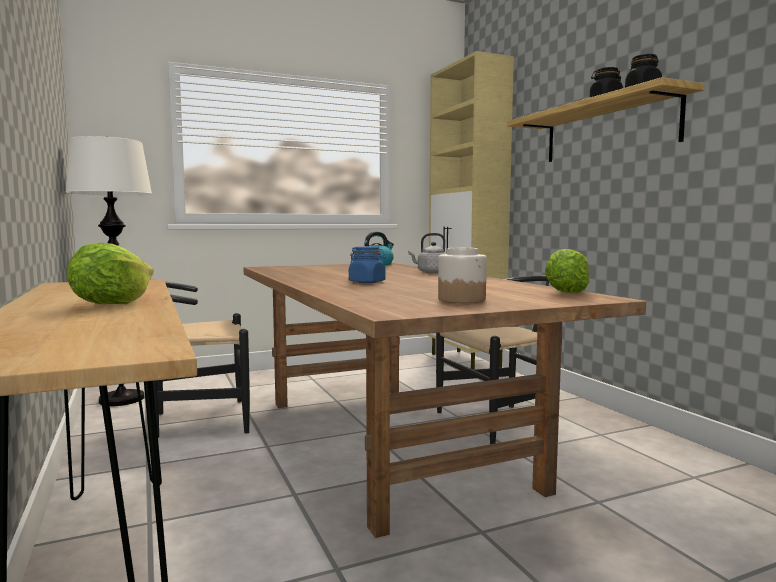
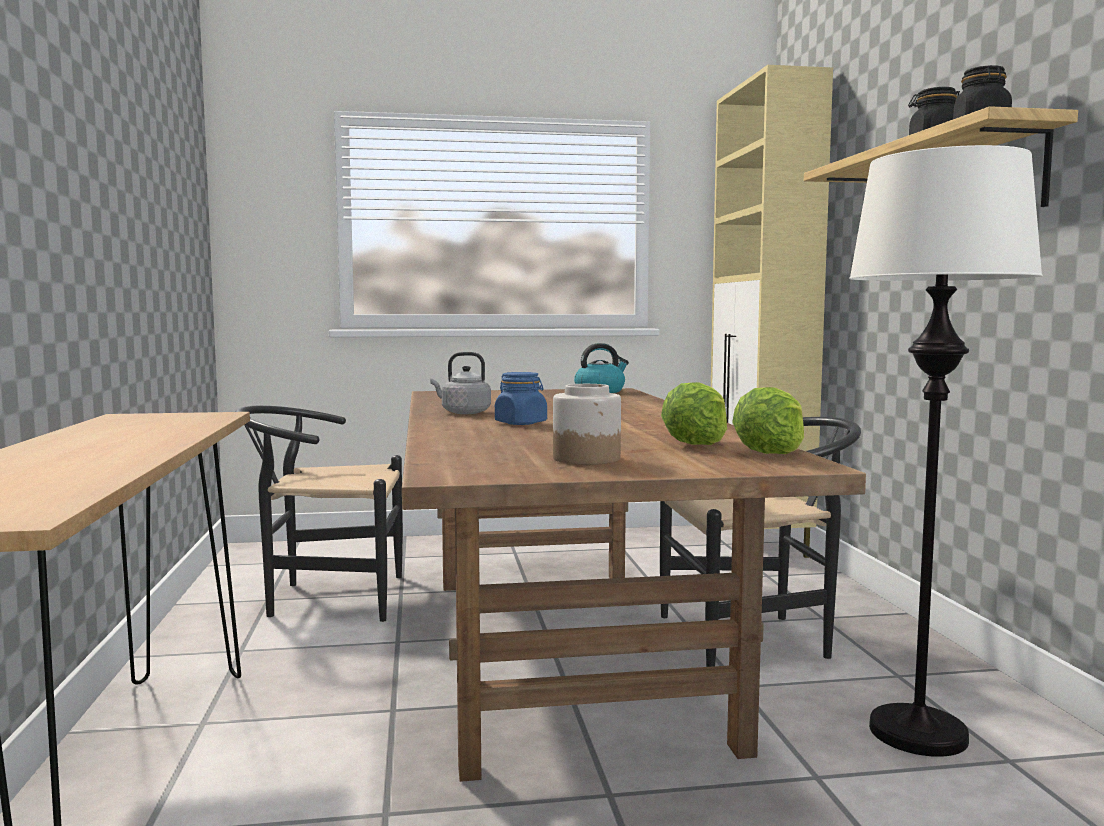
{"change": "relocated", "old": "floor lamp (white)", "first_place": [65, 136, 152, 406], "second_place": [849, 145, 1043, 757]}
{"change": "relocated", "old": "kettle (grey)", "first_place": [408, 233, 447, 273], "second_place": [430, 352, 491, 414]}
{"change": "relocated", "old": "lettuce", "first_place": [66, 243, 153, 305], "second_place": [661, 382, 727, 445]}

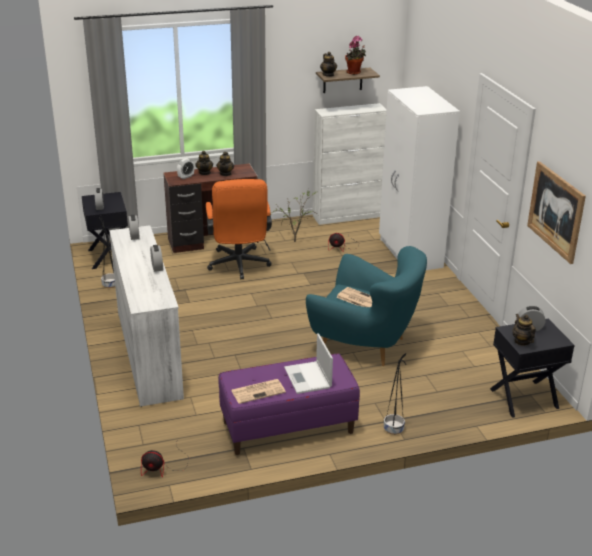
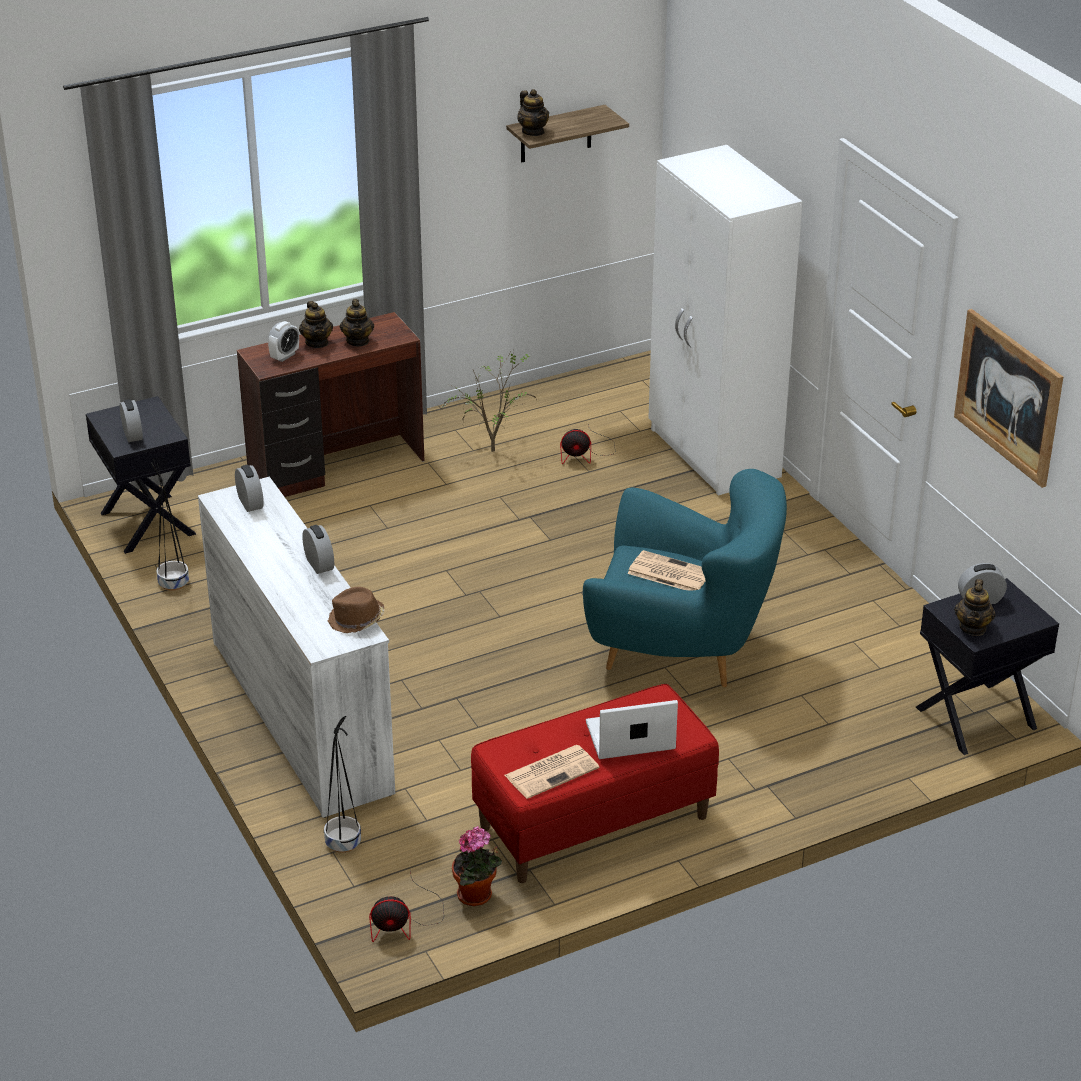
{"change": "relocated", "old": "potted plant", "first_place": [345, 36, 366, 75], "second_place": [452, 826, 502, 906]}
{"change": "missing", "old": "cabinet (white)", "first_place": [313, 103, 387, 225]}
{"change": "missing", "old": "office chair (orange)", "first_place": [206, 179, 272, 280]}
{"change": "spun", "old": "teapot", "first_place": [513, 314, 536, 346], "second_place": [954, 579, 996, 636], "degrees": -135}
{"change": "spun", "old": "laptop", "first_place": [284, 333, 333, 394], "second_place": [586, 700, 678, 759], "degrees": 105}
{"change": "relocated", "old": "planter (black)", "first_place": [384, 353, 407, 435], "second_place": [324, 716, 361, 853]}
{"change": "colour", "old": "bench (purple)", "new": "bench (red)", "first_place": [218, 354, 360, 455], "second_place": [471, 684, 719, 883]}
{"change": "appeared", "new": "hat (brown)", "second_place": [328, 587, 385, 633]}

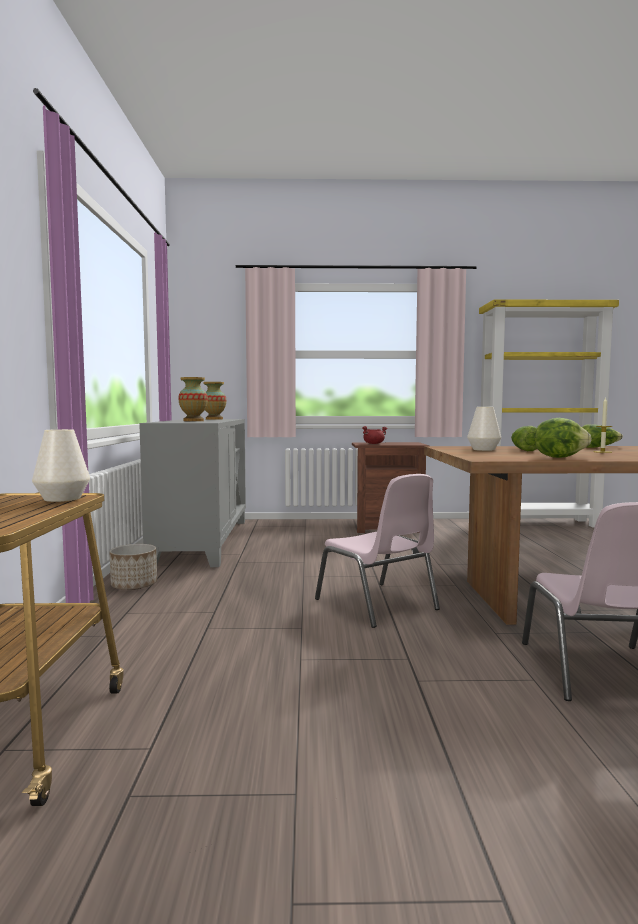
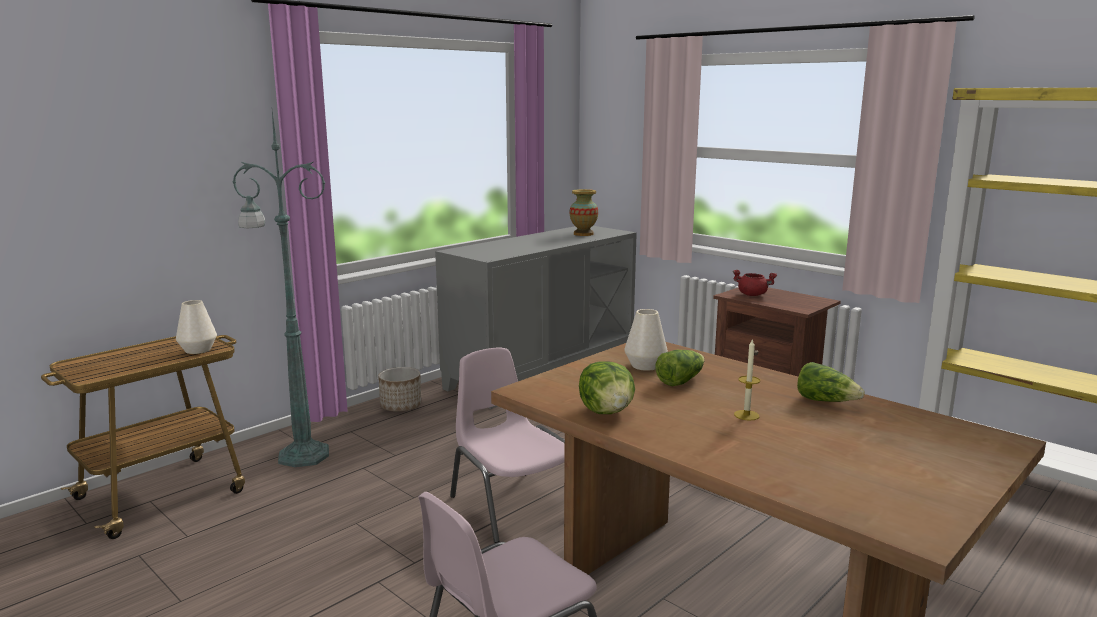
{"change": "missing", "old": "vase", "first_place": [178, 377, 208, 421]}
{"change": "spun", "old": "chair (pink)", "first_place": [315, 474, 440, 628], "second_place": [450, 347, 565, 543], "degrees": 135}
{"change": "appeared", "new": "floor lamp (green)", "second_place": [232, 111, 329, 467]}

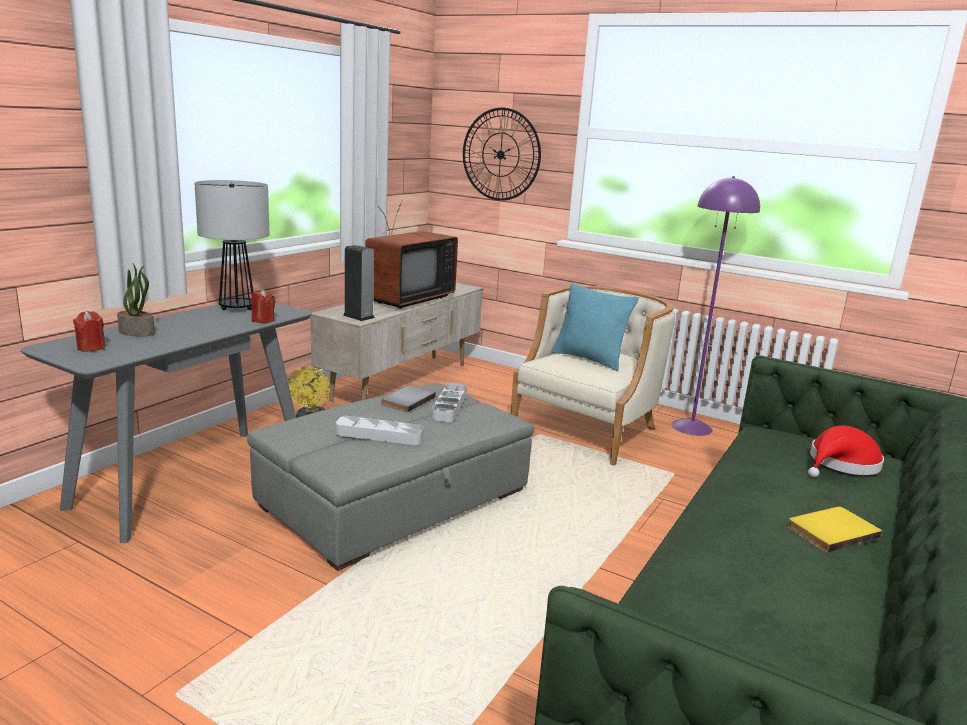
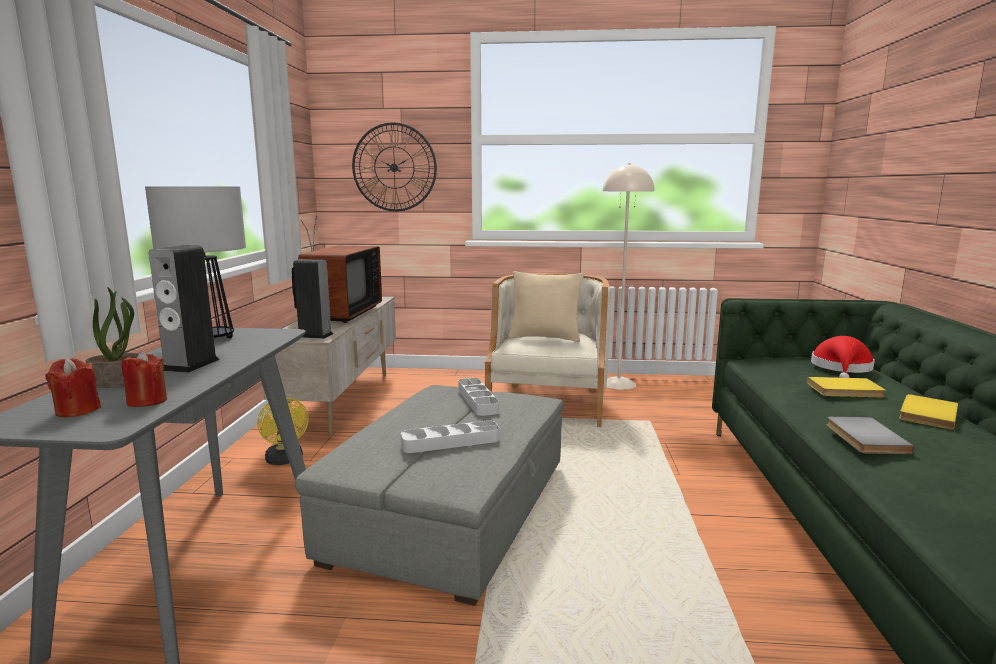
{"change": "colour", "old": "floor lamp (purple)", "new": "floor lamp (beige)", "first_place": [671, 176, 760, 436], "second_place": [602, 163, 654, 390]}
{"change": "colour", "old": "pillow (turquoise)", "new": "pillow (beige)", "first_place": [552, 283, 639, 371], "second_place": [508, 271, 584, 342]}
{"change": "relocated", "old": "candle (red)", "first_place": [251, 289, 275, 323], "second_place": [121, 351, 167, 407]}
{"change": "relocated", "old": "book (grey)", "first_place": [381, 385, 436, 412], "second_place": [826, 417, 914, 454]}
{"change": "appeared", "new": "speaker", "second_place": [149, 245, 220, 373]}
{"change": "appeared", "new": "book (yellow)", "second_place": [807, 377, 886, 397]}

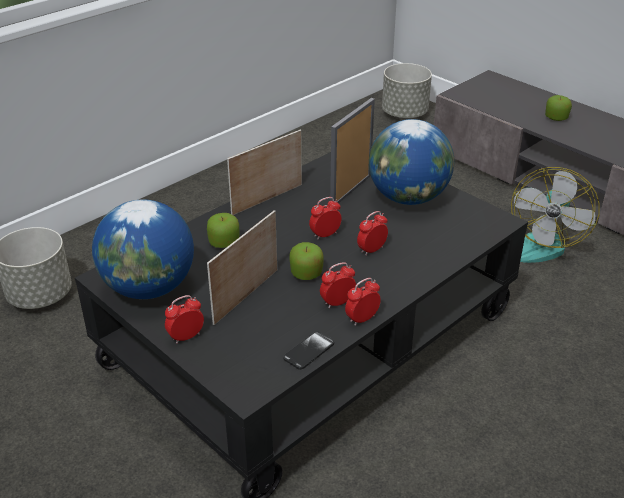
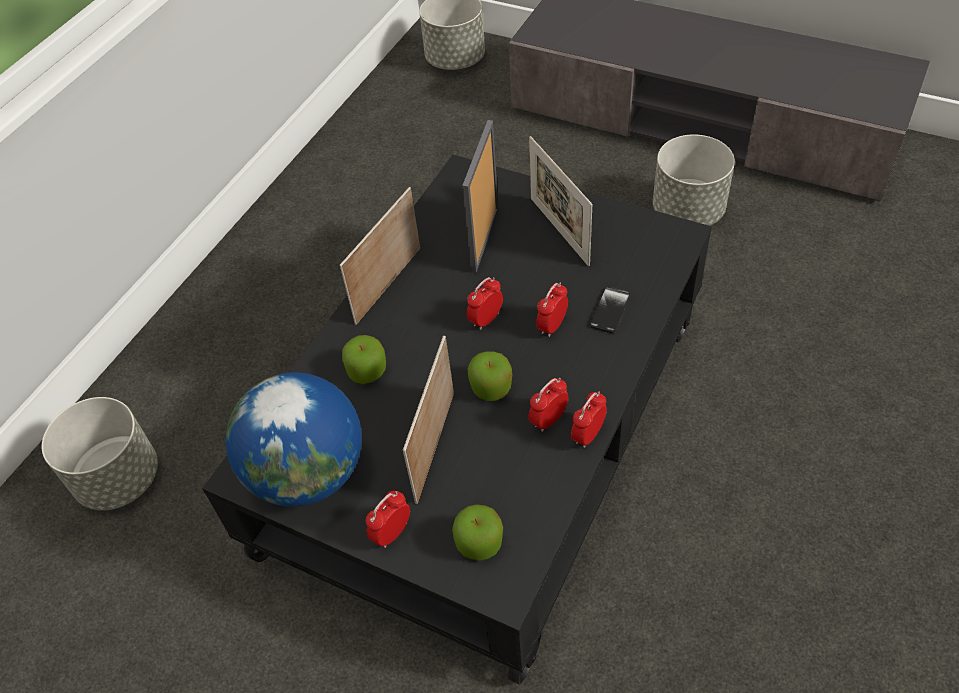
{"change": "relocated", "old": "apple", "first_place": [545, 95, 572, 121], "second_place": [452, 504, 503, 561]}
{"change": "exchanged", "old": "globe", "new": "picture frame", "first_place": [369, 119, 454, 205], "second_place": [529, 136, 592, 266]}
{"change": "exchanged", "old": "fan", "new": "planter (grey)", "first_place": [511, 167, 600, 263], "second_place": [653, 134, 735, 226]}
{"change": "relocated", "old": "phone", "first_place": [283, 331, 334, 370], "second_place": [589, 286, 631, 333]}

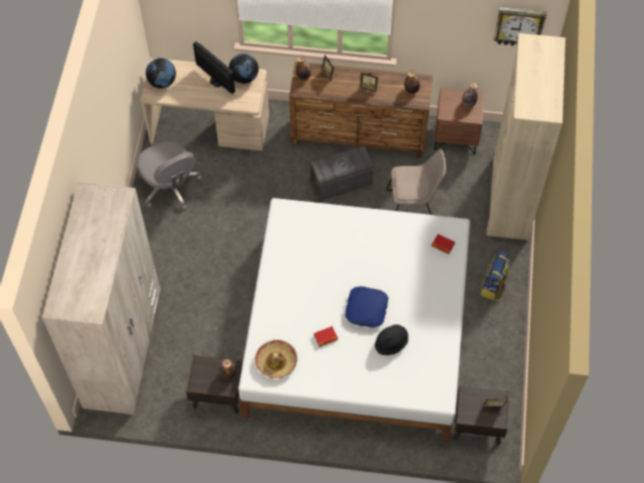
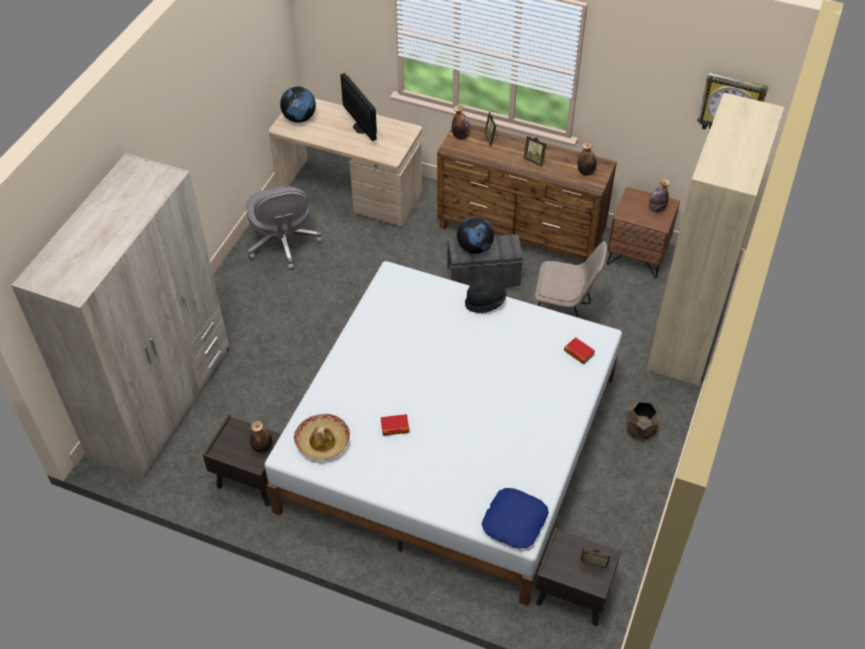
{"change": "relocated", "old": "globe", "first_place": [229, 53, 259, 84], "second_place": [457, 217, 494, 254]}
{"change": "exchanged", "old": "backpack", "new": "planter (brown)", "first_place": [480, 251, 510, 301], "second_place": [626, 402, 660, 439]}
{"change": "relocated", "old": "pillow (blue)", "first_place": [345, 286, 388, 328], "second_place": [482, 488, 549, 548]}
{"change": "relocated", "old": "hat (black)", "first_place": [375, 325, 408, 355], "second_place": [465, 279, 506, 313]}

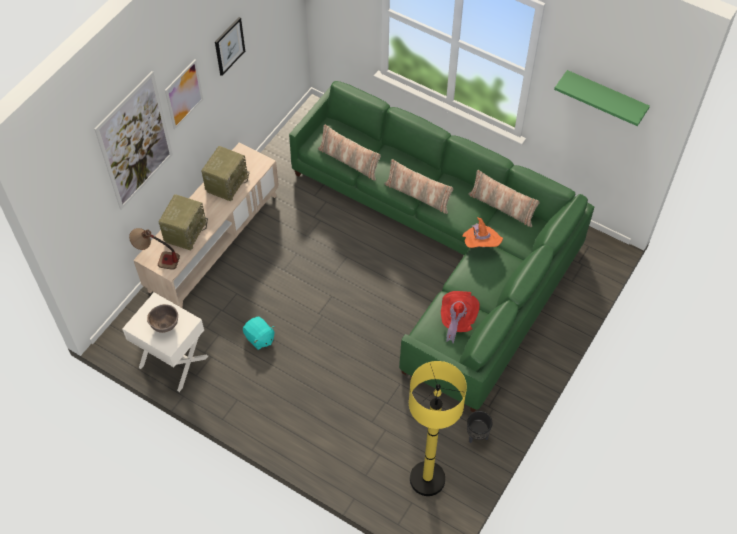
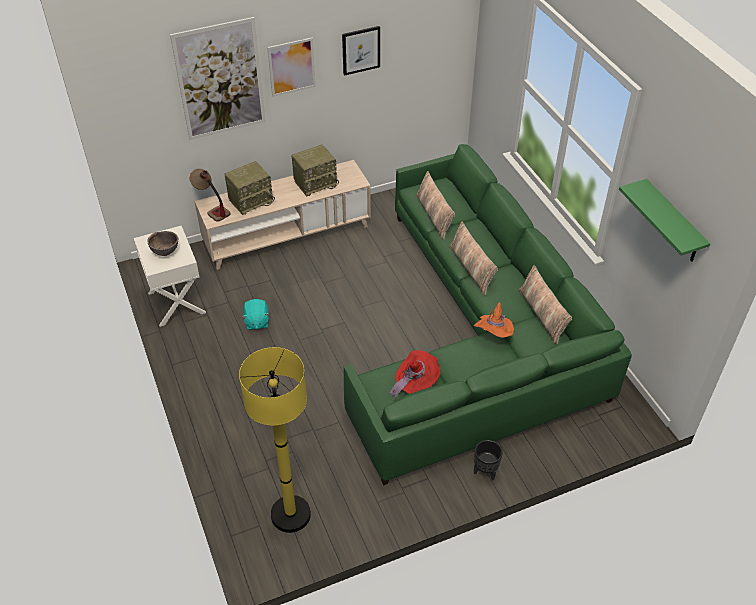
{"change": "relocated", "old": "planter (black)", "first_place": [467, 411, 493, 444], "second_place": [474, 440, 503, 481]}

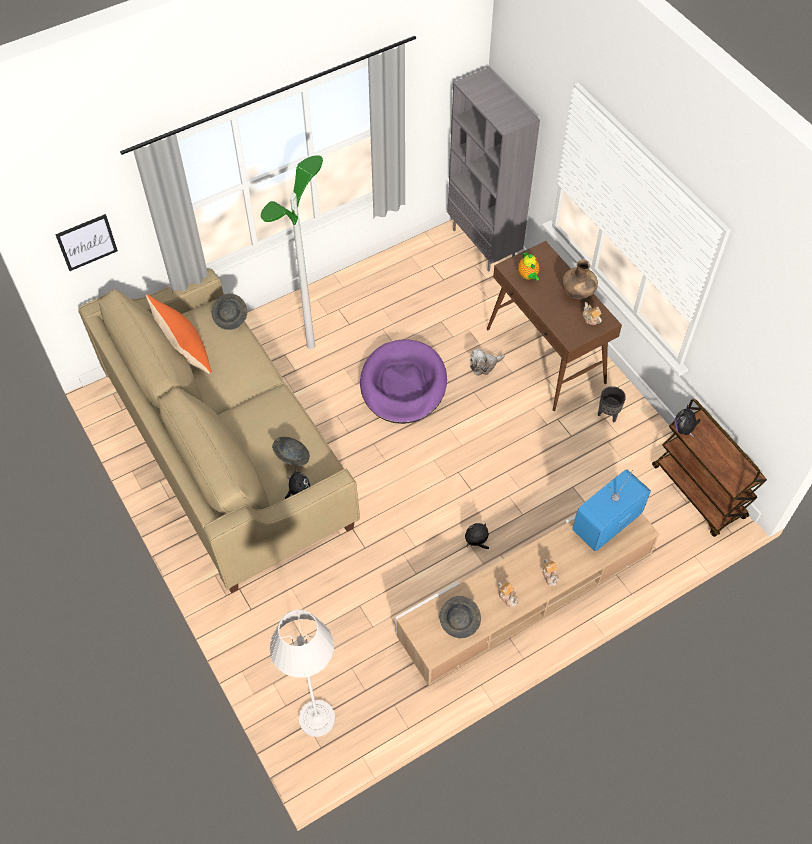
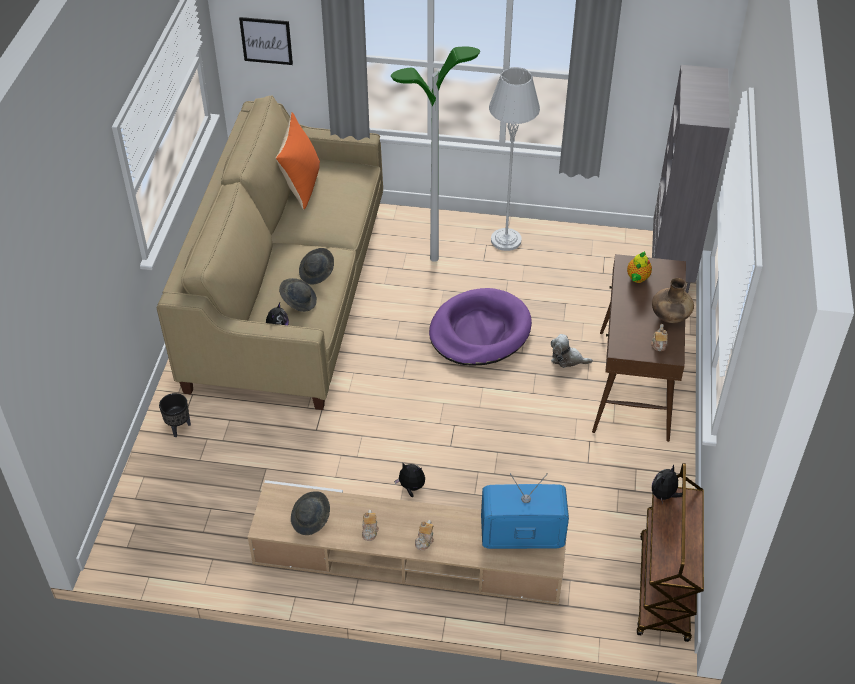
{"change": "relocated", "old": "hat (grey)", "first_place": [211, 293, 247, 330], "second_place": [299, 248, 334, 285]}
{"change": "relocated", "old": "planter (black)", "first_place": [598, 386, 626, 423], "second_place": [159, 393, 191, 437]}
{"change": "relocated", "old": "floor lamp (grey)", "first_place": [270, 610, 335, 737], "second_place": [489, 67, 540, 251]}

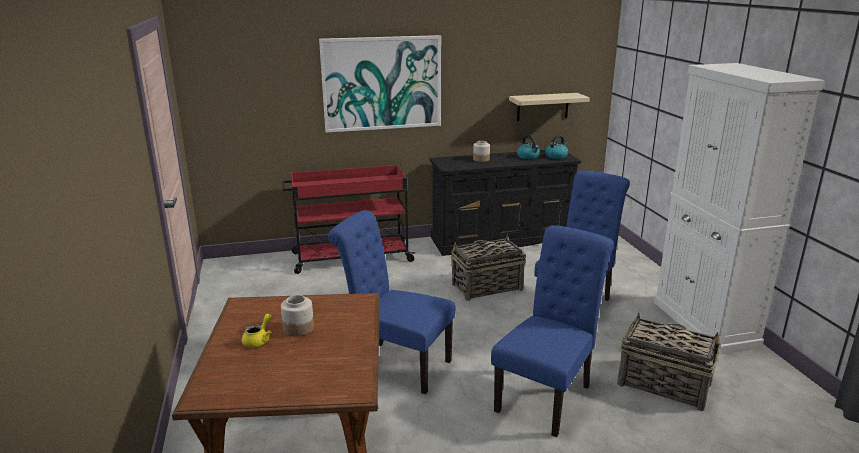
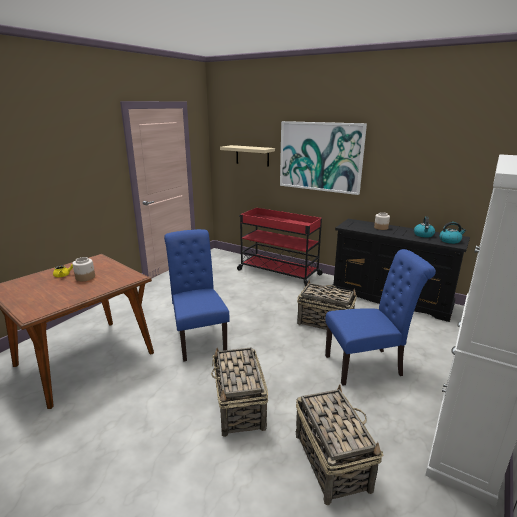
{"change": "relocated", "old": "shelf (beige)", "first_place": [509, 93, 590, 121], "second_place": [220, 145, 275, 167]}
{"change": "exchanged", "old": "chair (blue)", "new": "basket", "first_place": [491, 225, 614, 437], "second_place": [211, 347, 268, 437]}

